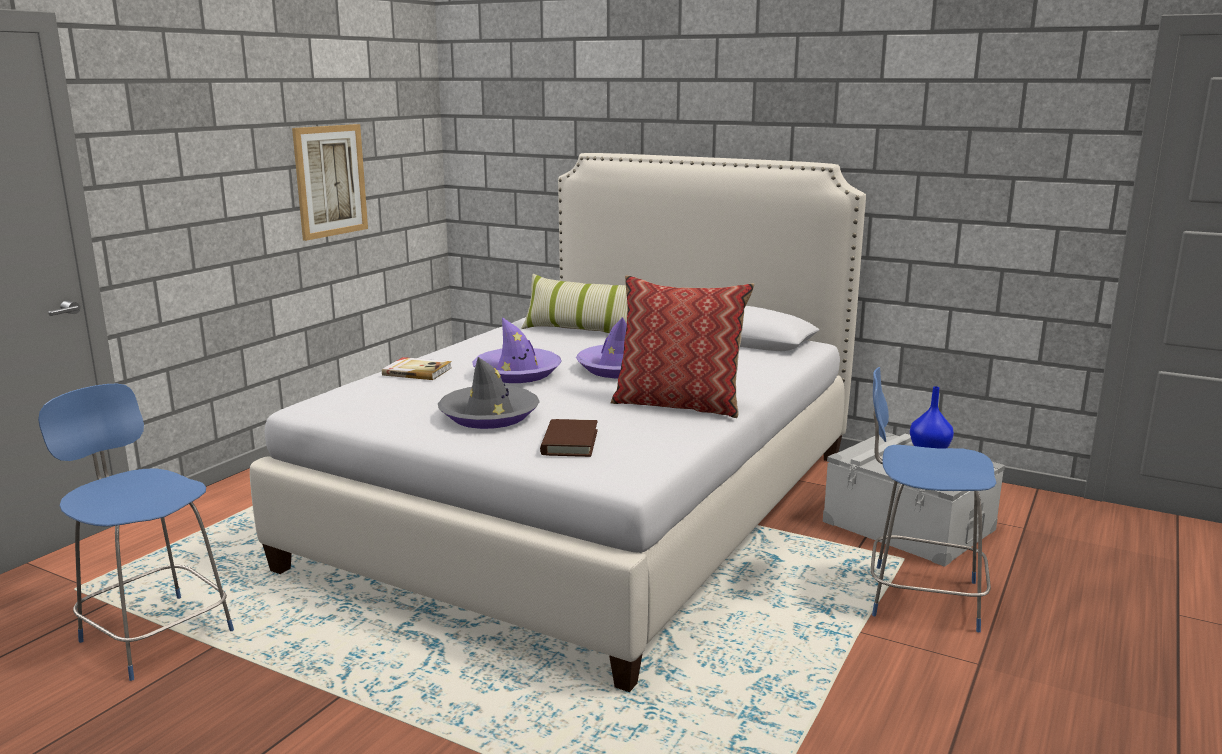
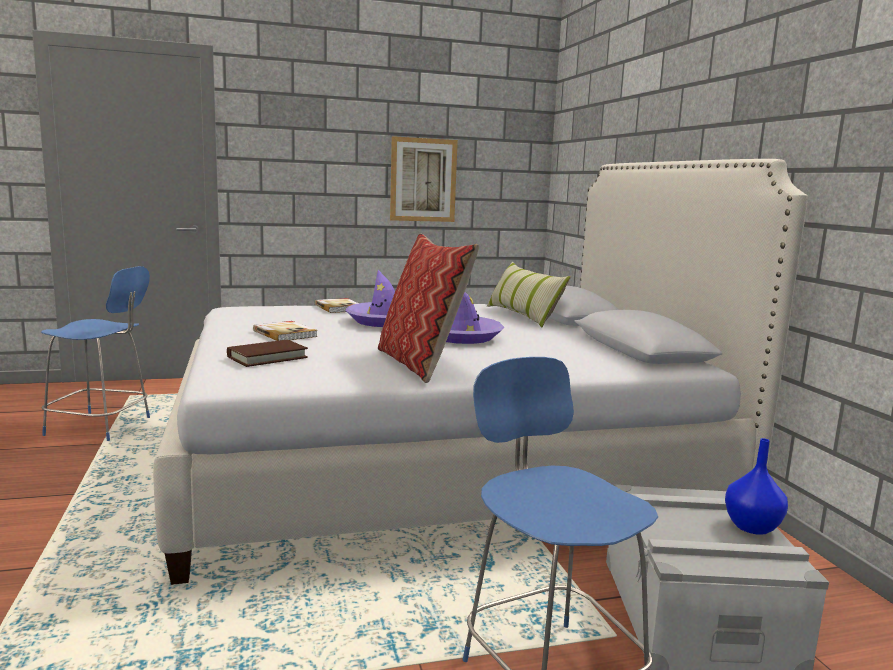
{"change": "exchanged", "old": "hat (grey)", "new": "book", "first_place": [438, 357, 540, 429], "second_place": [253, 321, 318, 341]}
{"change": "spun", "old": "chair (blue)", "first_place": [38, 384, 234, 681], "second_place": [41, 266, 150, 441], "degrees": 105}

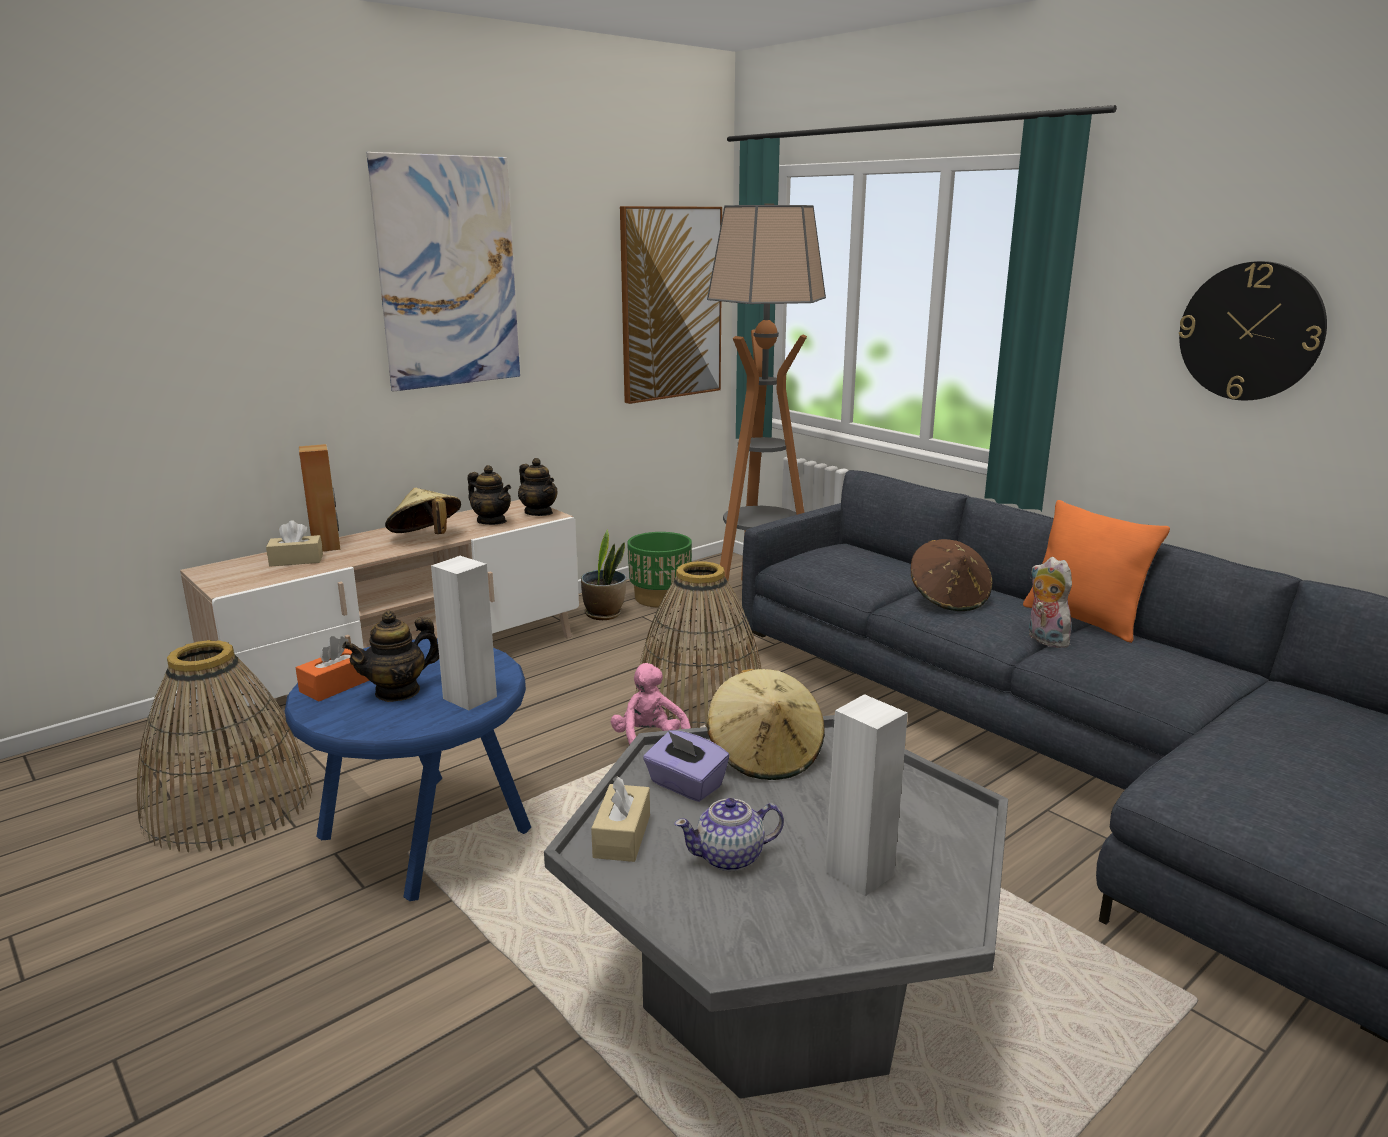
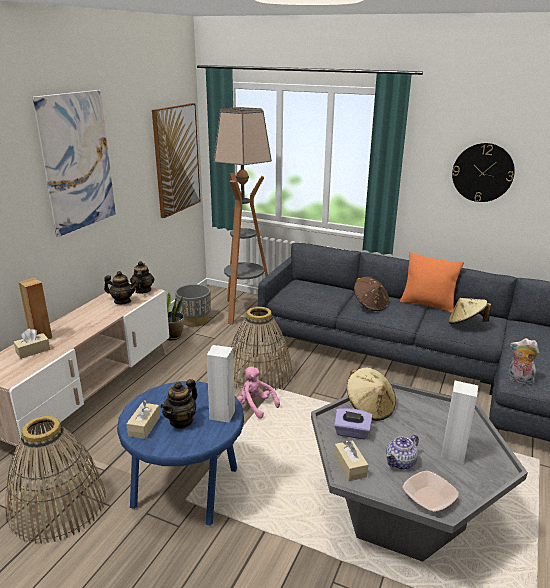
{"change": "spun", "old": "teapot", "first_place": [518, 458, 558, 516], "second_place": [130, 261, 155, 294], "degrees": -120}
{"change": "relocated", "old": "hat (beige)", "first_place": [385, 488, 461, 534], "second_place": [448, 298, 491, 324]}
{"change": "colour", "old": "planter (green)", "new": "planter (grey)", "first_place": [627, 532, 692, 608], "second_place": [175, 284, 211, 327]}
{"change": "relocated", "old": "plush toy", "first_place": [1029, 557, 1072, 648], "second_place": [508, 338, 539, 385]}
{"change": "colour", "old": "tissue box (orange)", "new": "tissue box (beige)", "first_place": [296, 636, 370, 701], "second_place": [126, 400, 160, 439]}
{"change": "appeared", "new": "bowl", "second_place": [402, 471, 459, 512]}

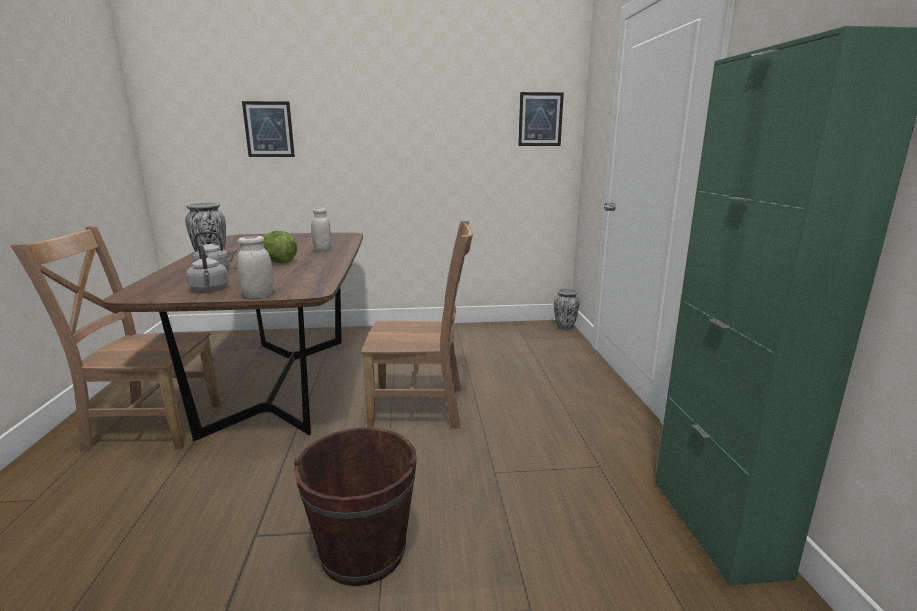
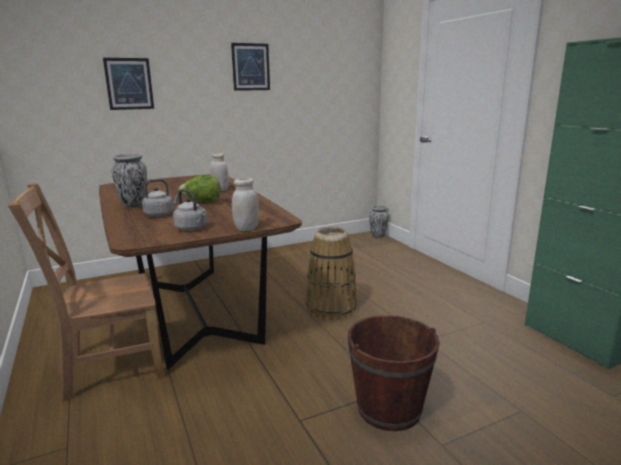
{"change": "relocated", "old": "picture", "first_place": [518, 92, 564, 146], "second_place": [231, 43, 270, 91]}
{"change": "exchanged", "old": "chair (brown)", "new": "basket", "first_place": [361, 221, 473, 429], "second_place": [306, 227, 357, 321]}

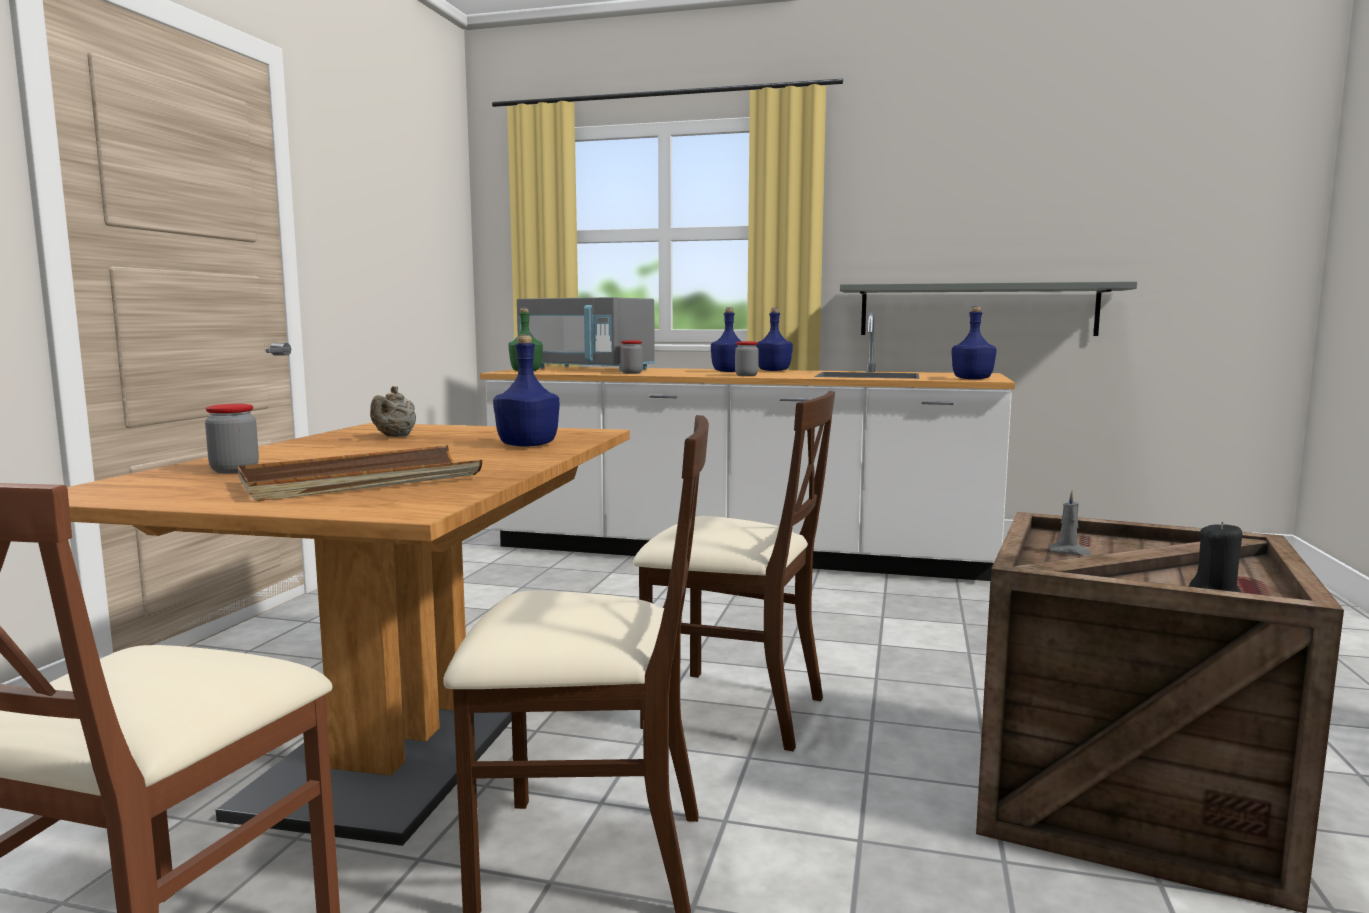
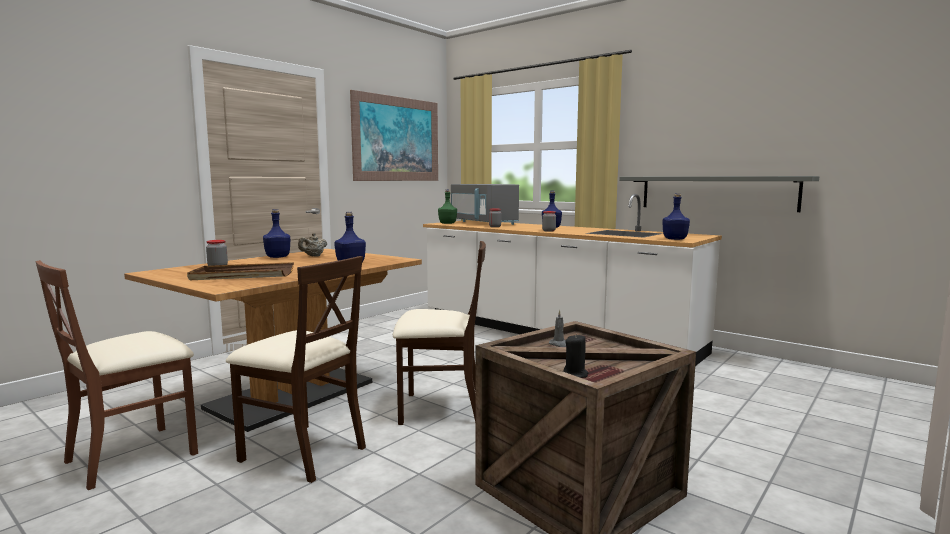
{"change": "relocated", "old": "bottle (blue)", "first_place": [756, 308, 793, 371], "second_place": [263, 209, 290, 258]}
{"change": "spun", "old": "chair (beige)", "first_place": [633, 391, 835, 751], "second_place": [393, 241, 486, 425], "degrees": -45}
{"change": "appeared", "new": "picture", "second_place": [350, 90, 438, 181]}

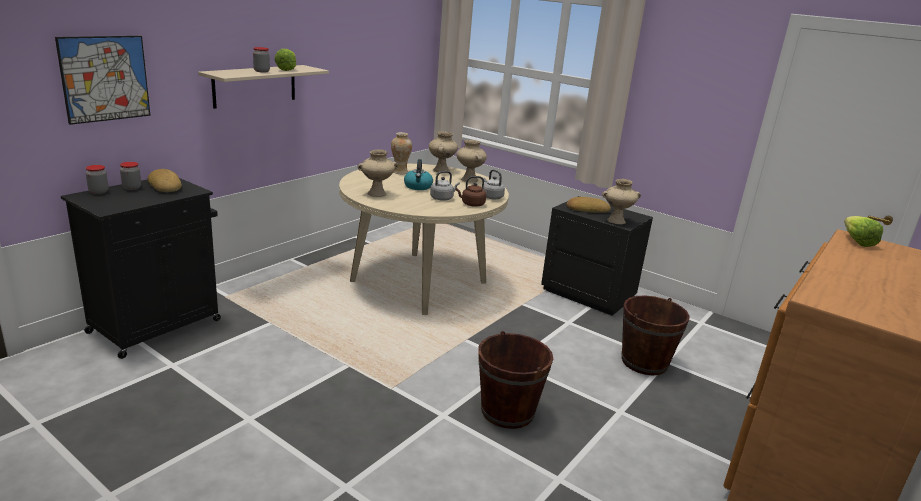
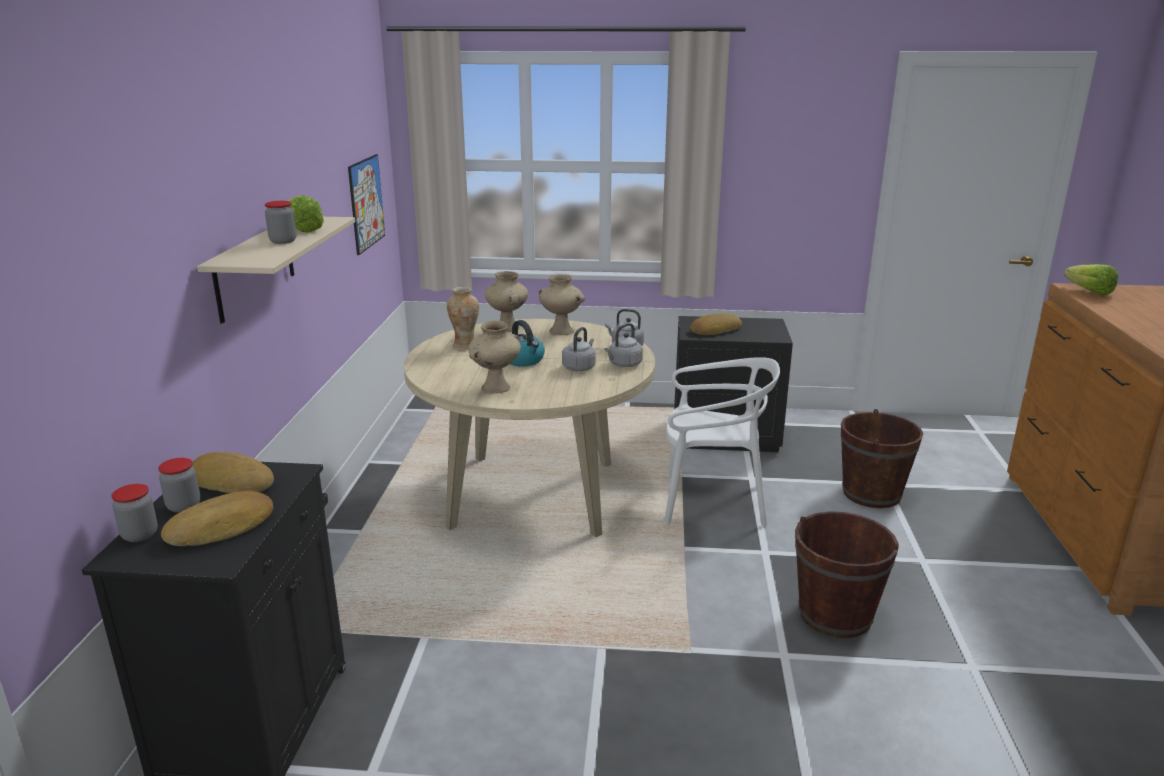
{"change": "relocated", "old": "picture", "first_place": [55, 36, 151, 125], "second_place": [348, 154, 385, 255]}
{"change": "colour", "old": "kettle (brown)", "new": "kettle (grey)", "first_place": [456, 176, 486, 207], "second_place": [605, 323, 643, 367]}
{"change": "missing", "old": "vase (beige)", "first_place": [602, 179, 641, 224]}
{"change": "appeared", "new": "chair (white)", "second_place": [664, 357, 780, 526]}
{"change": "appeared", "new": "bread", "second_place": [161, 491, 273, 546]}

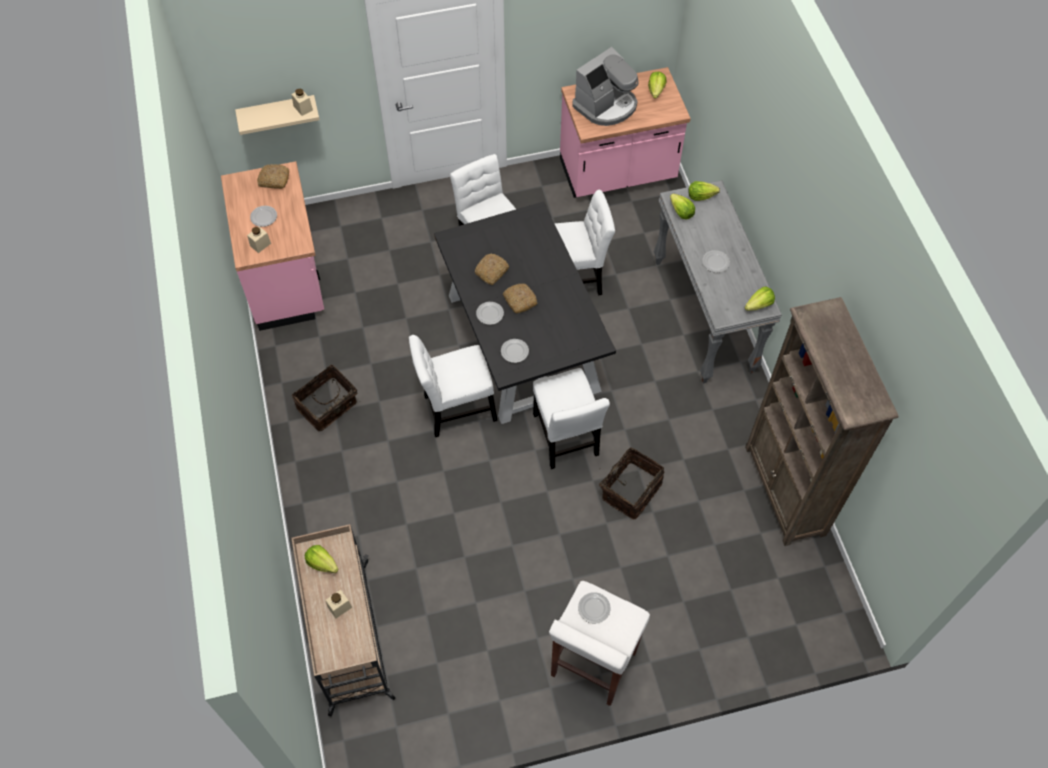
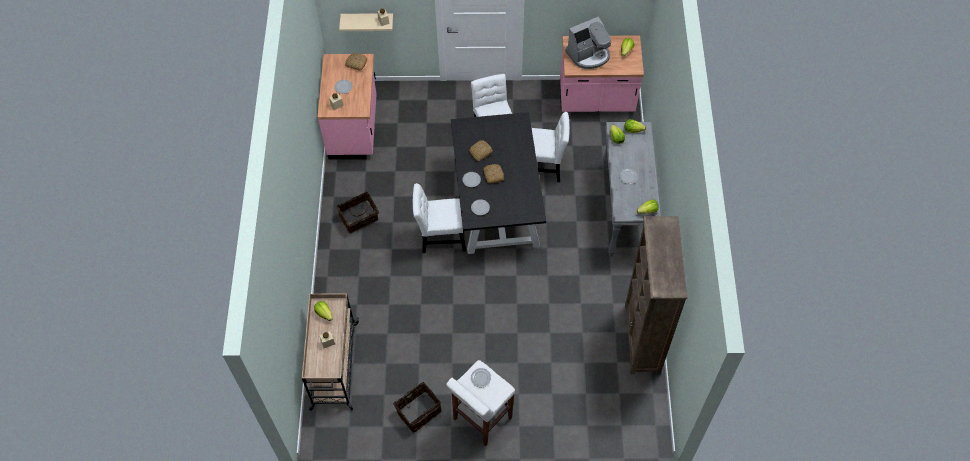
{"change": "missing", "old": "chair (white)", "first_place": [533, 368, 610, 469]}
{"change": "relocated", "old": "basket", "first_place": [599, 447, 664, 520], "second_place": [393, 382, 442, 433]}

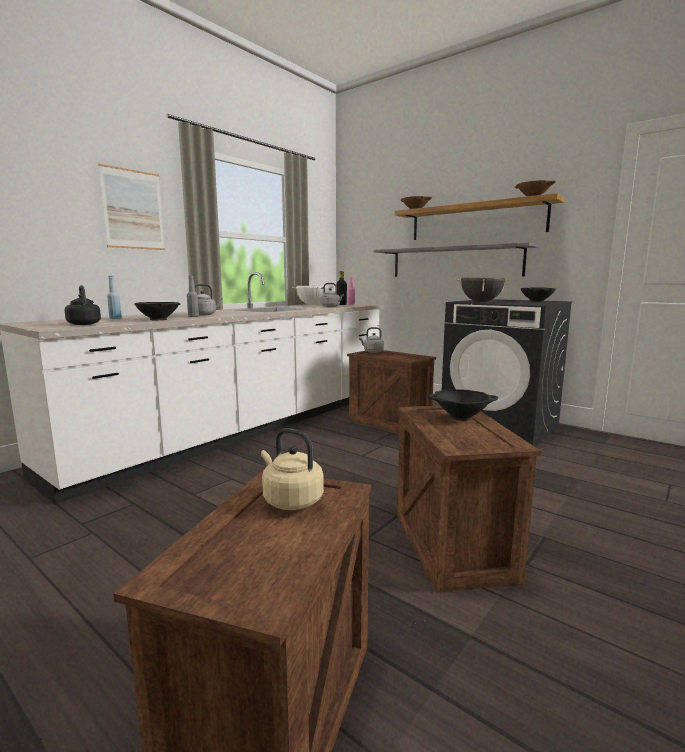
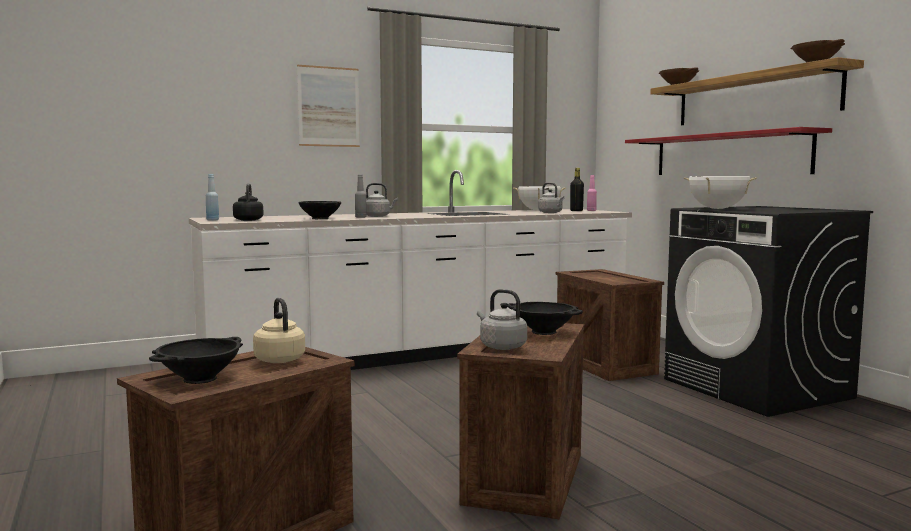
{"change": "colour", "old": "shelf (grey)", "new": "shelf (red)", "first_place": [374, 243, 539, 277], "second_place": [625, 127, 832, 175]}
{"change": "relocated", "old": "bottle (blue)", "first_place": [107, 276, 122, 319], "second_place": [206, 174, 219, 221]}
{"change": "colour", "old": "cooking pot (black)", "new": "cooking pot (white)", "first_place": [456, 278, 510, 302], "second_place": [684, 176, 757, 209]}
{"change": "relocated", "old": "bowl (black)", "first_place": [520, 287, 556, 302], "second_place": [149, 337, 243, 384]}
{"change": "relocated", "old": "kettle (grey)", "first_place": [359, 327, 384, 353], "second_place": [477, 289, 527, 350]}

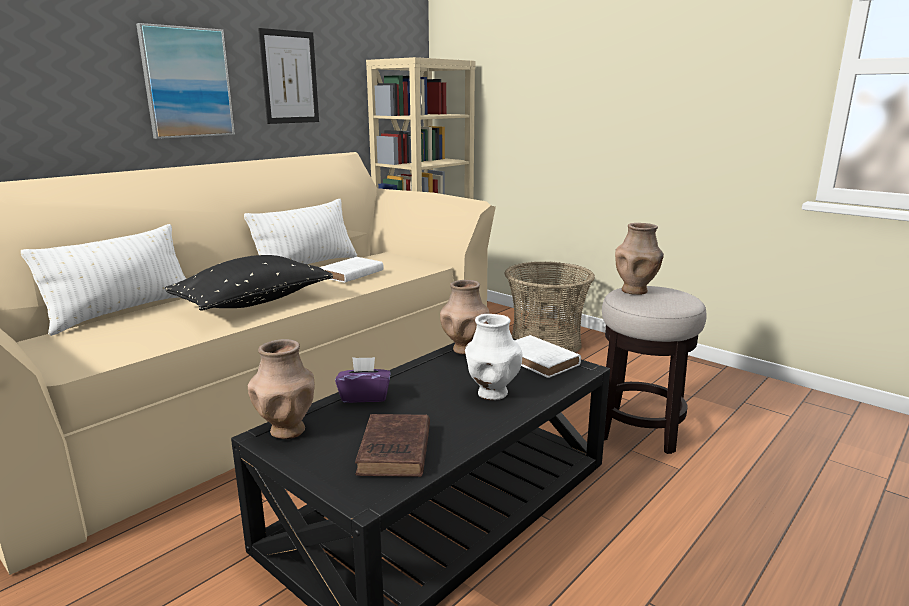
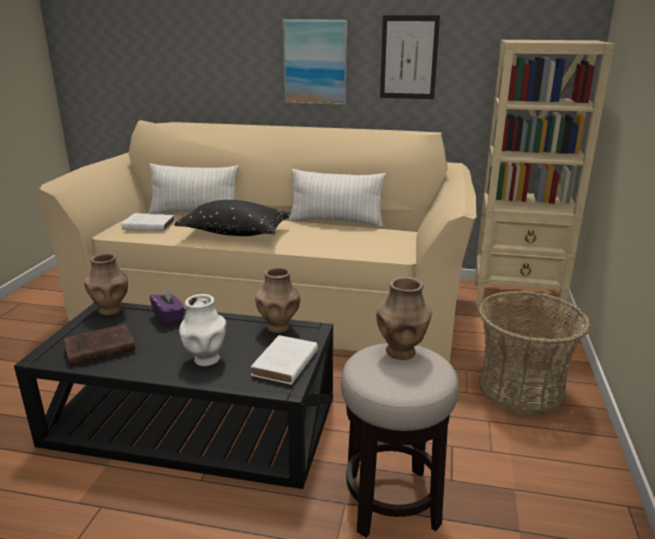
{"change": "relocated", "old": "book (white)", "first_place": [320, 257, 384, 283], "second_place": [121, 214, 175, 231]}

